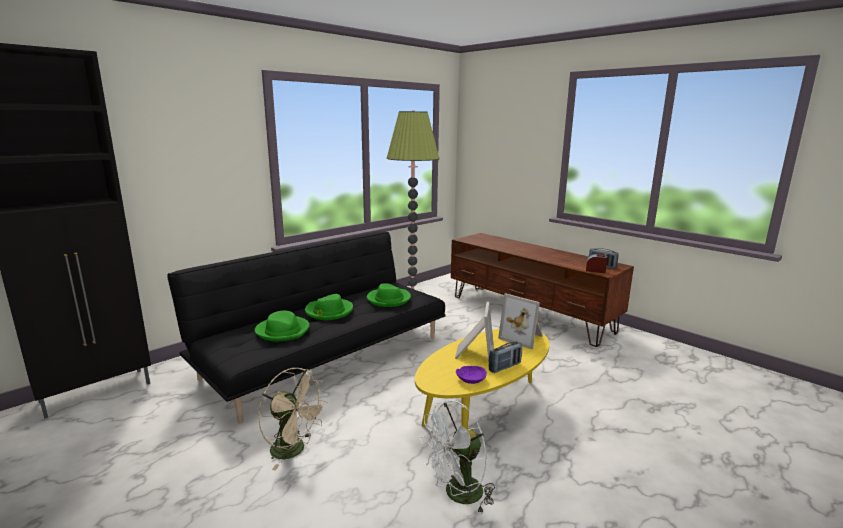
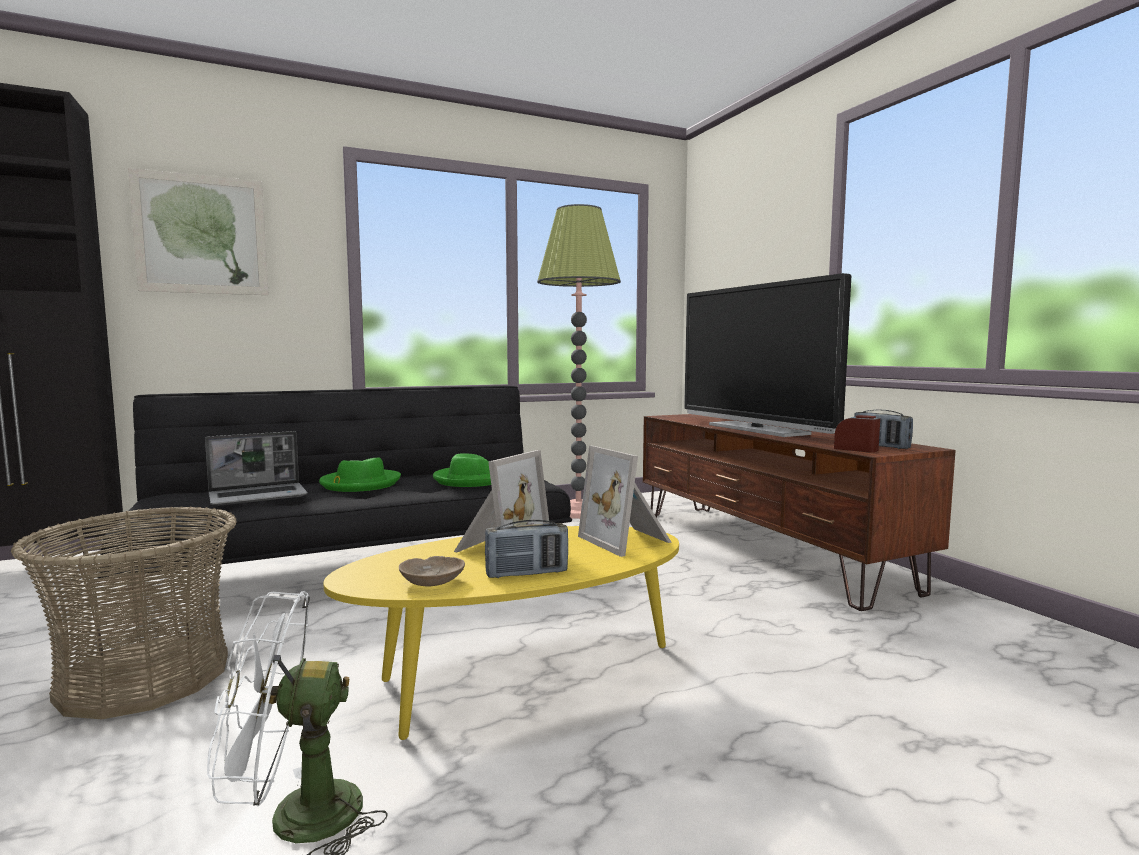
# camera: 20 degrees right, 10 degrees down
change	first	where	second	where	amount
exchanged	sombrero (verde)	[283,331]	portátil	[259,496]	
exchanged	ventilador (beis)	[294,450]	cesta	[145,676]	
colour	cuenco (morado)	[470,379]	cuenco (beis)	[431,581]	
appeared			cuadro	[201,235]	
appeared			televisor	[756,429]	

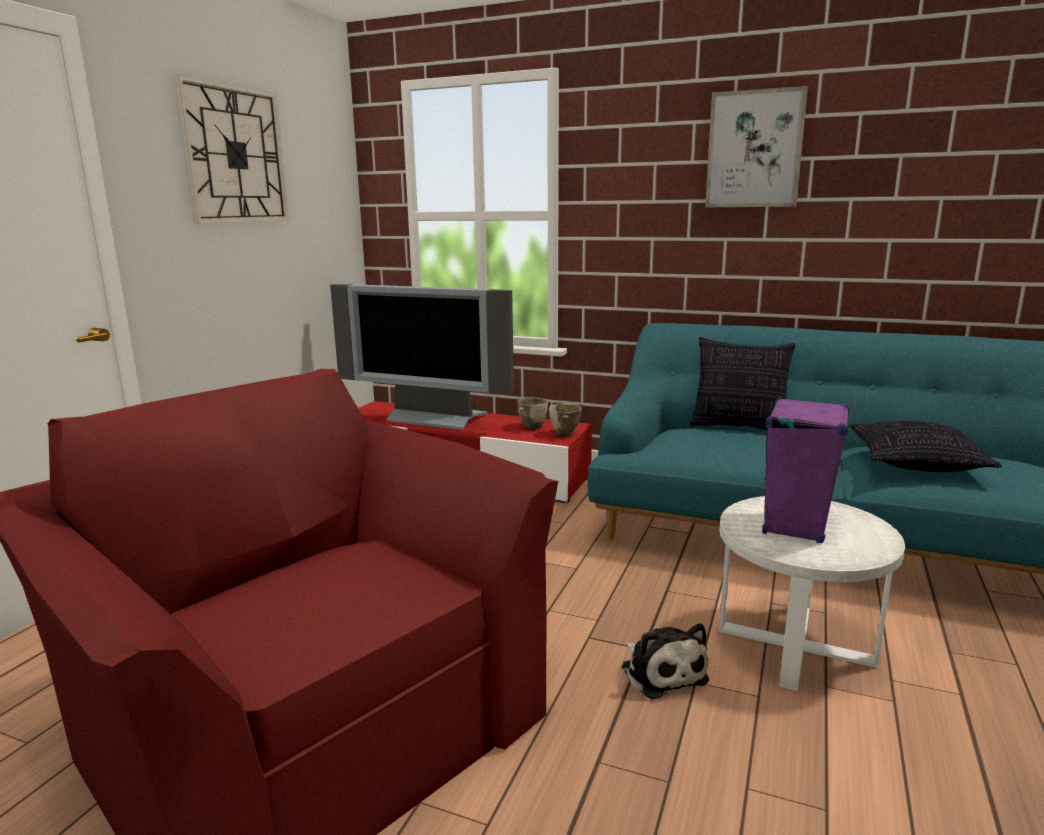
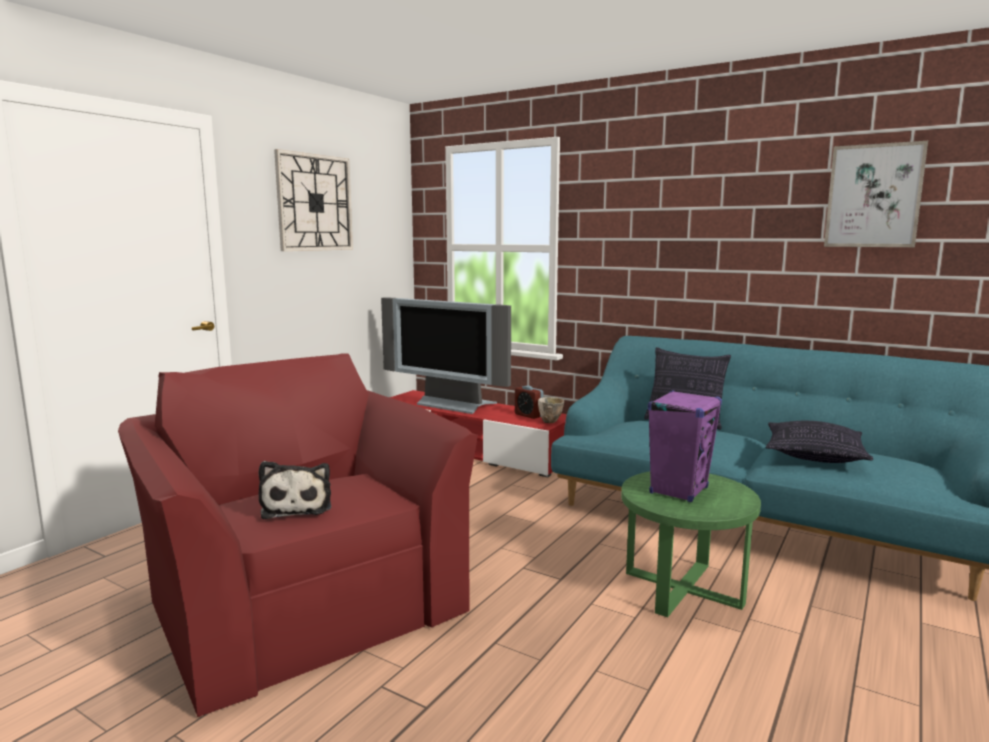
# camera: 10 degrees right, 5 degrees down
change	first	where	second	where	amount
exchanged	cuenco	[533,427]	despertador	[528,415]	
relocated	peluche	[661,672]		[297,506]	
relocated	cuadro	[754,149]		[873,196]	
colour	mesa auxiliar (blanco)	[795,644]	mesa auxiliar (verde)	[683,588]	

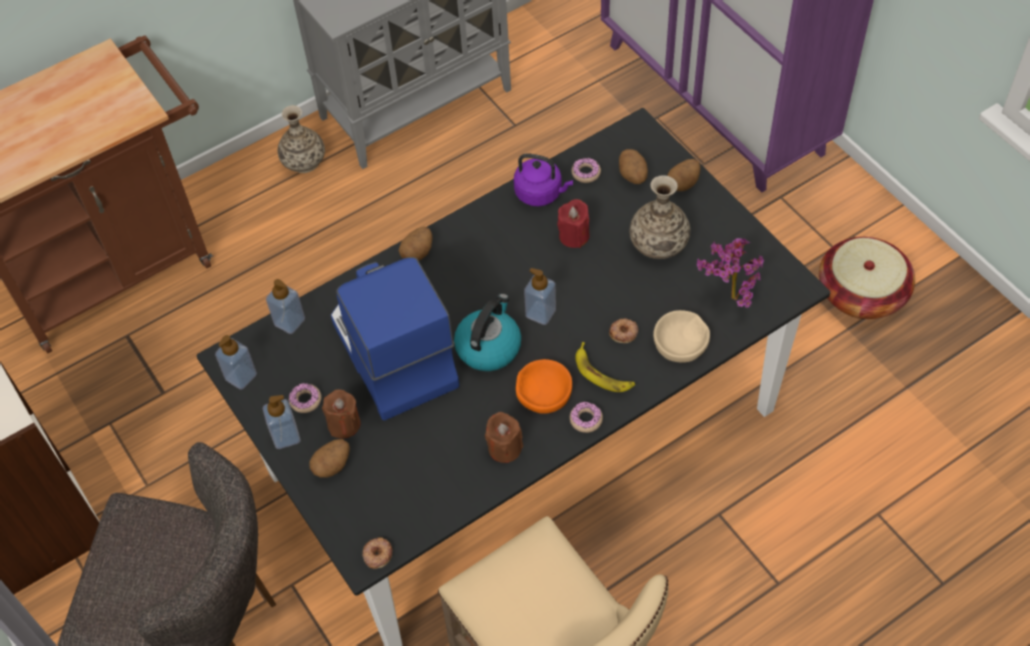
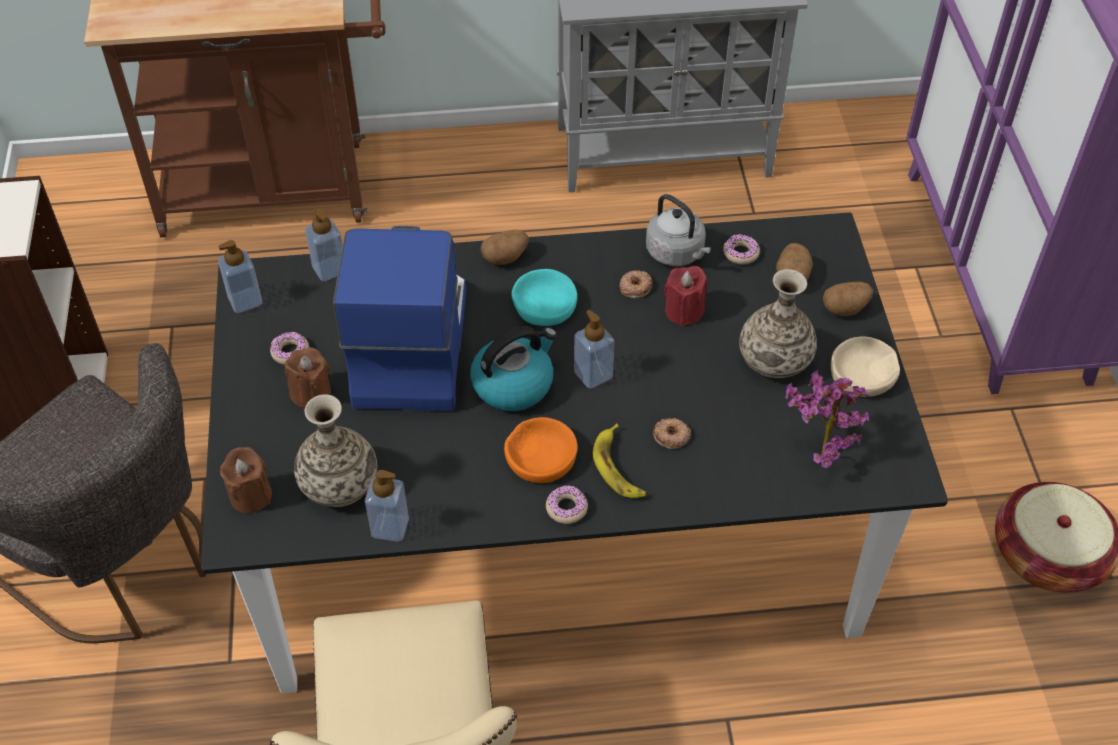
# camera: 25 degrees right, 5 degrees down
change	first	where	second	where	amount
relocated	dispensador de jabón	[286,436]		[390,527]	
relocated	florero	[304,161]		[339,484]	
missing	patata	[332,465]			
relocated	rosquilla	[377,554]		[635,286]	
relocated	vela (marrón)	[504,448]		[250,496]	
colour	hervidor (morado)	[541,193]	hervidor (gris)	[677,253]	
relocated	cuenco (beis)	[681,341]		[863,374]	
appeared			cuenco (turquesa)	[544,305]	

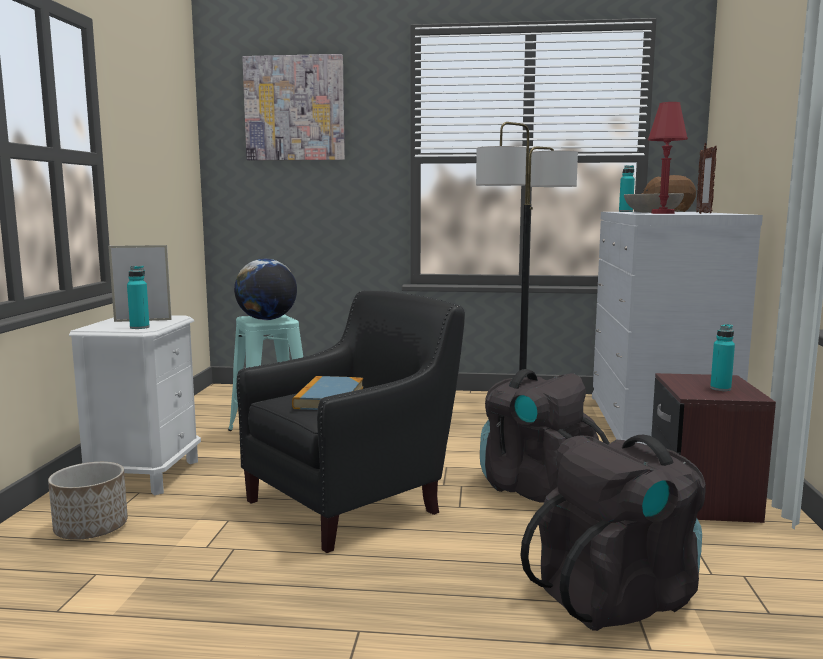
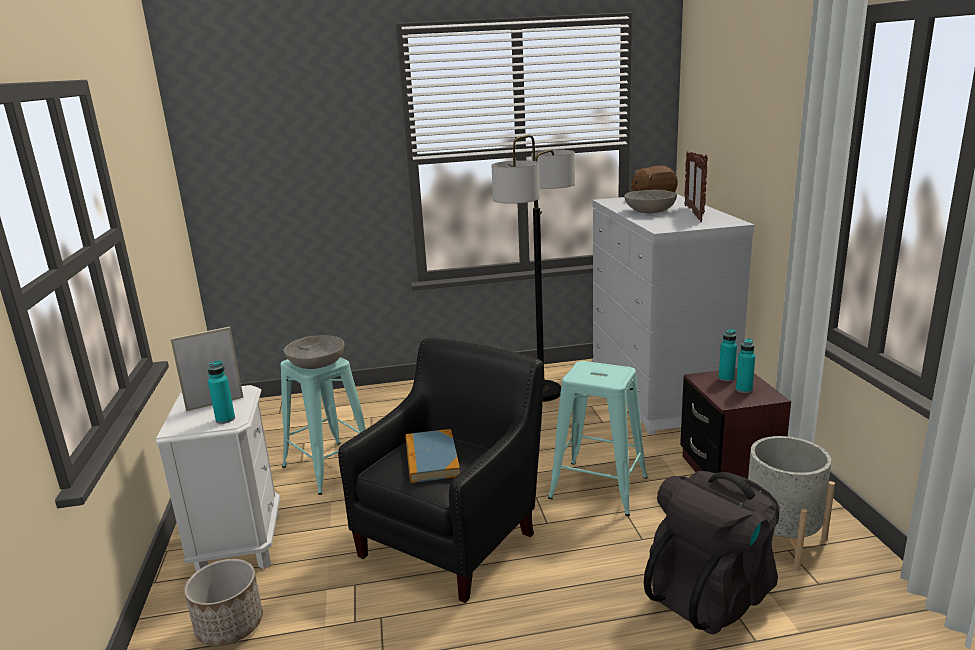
# camera: 15 degrees left, 10 degrees up
change	first	where	second	where	amount
exchanged	globo terráqueo	[266,319]	cuenco (gris)	[316,363]	
missing	cuadro	[294,108]			
exchanged	mochila (negro)	[536,488]	taburete (turquesa)	[598,487]	
relocated	botella (turquesa)	[625,211]		[726,378]	
missing	lámpara de mesa (rojo)	[662,213]			
appeared			maceta (gris)	[780,540]	

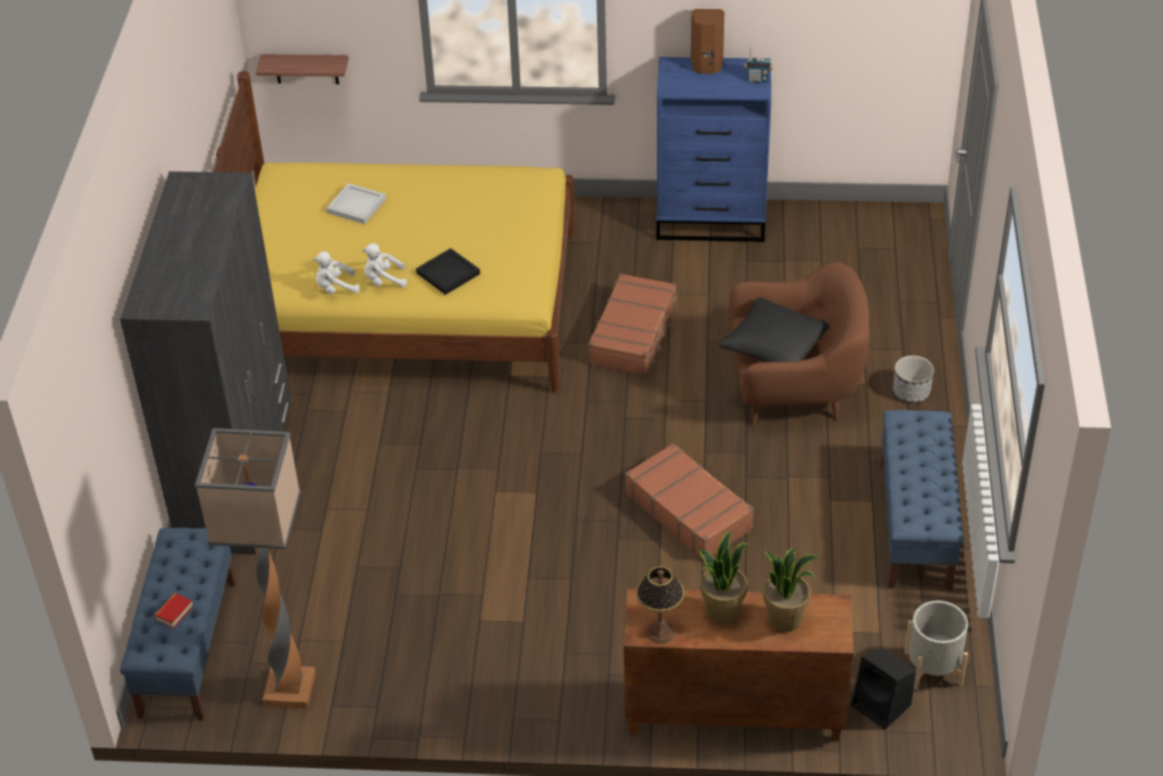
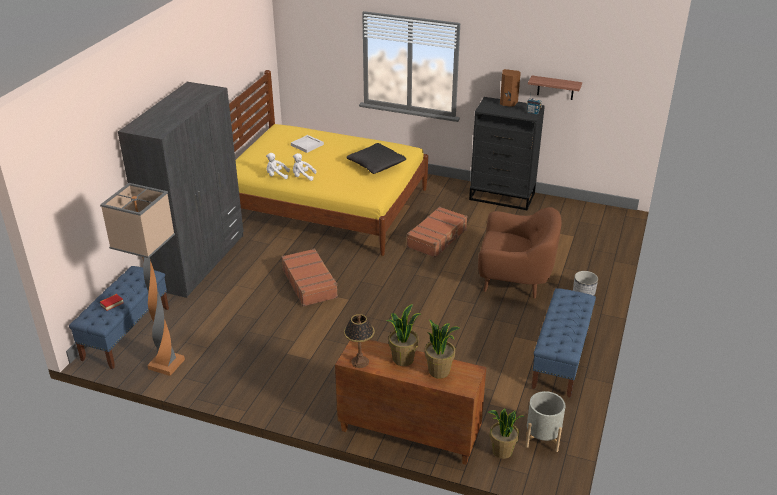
# camera: 15 degrees right, 10 degrees down
change	first	where	second	where	amount
relocated	estante	[306,69]		[555,88]	
missing	bandeja (negro)	[447,273]			
relocated	maleta (marrón)	[688,511]		[310,283]	
colour	cómoda (azul)	[712,221]	cómoda (negro)	[502,197]	
relocated	cojín (negro)	[773,347]		[376,165]	
exchanged	altavoz (negro)	[882,706]	planta en maceta	[502,451]	

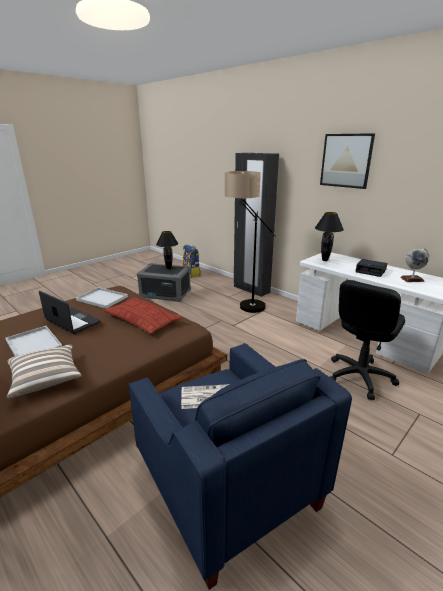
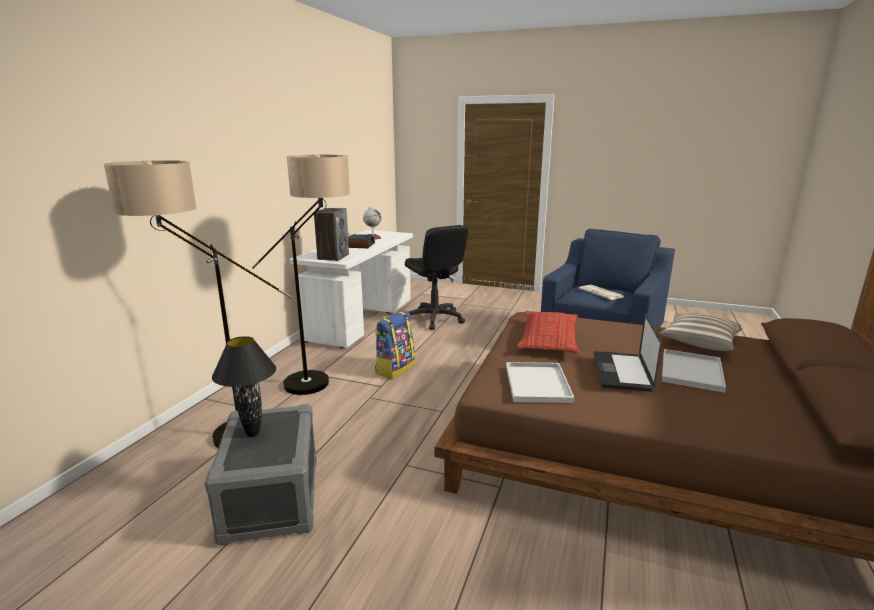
# camera: 115 degrees left, 5 degrees down
change	first	where	second	where	amount
relocated	mochila	[192,274]		[395,369]	
missing	armario ropero (negro)	[251,289]			
exchanged	lámpara de mesa (negro)	[325,260]	altavoz	[333,257]	
missing	cuadro	[346,161]			
spun	silla de oficina (negro)	[359,377]		[434,319]	45 degrees clockwise
appeared			lámpara de pie	[218,440]	

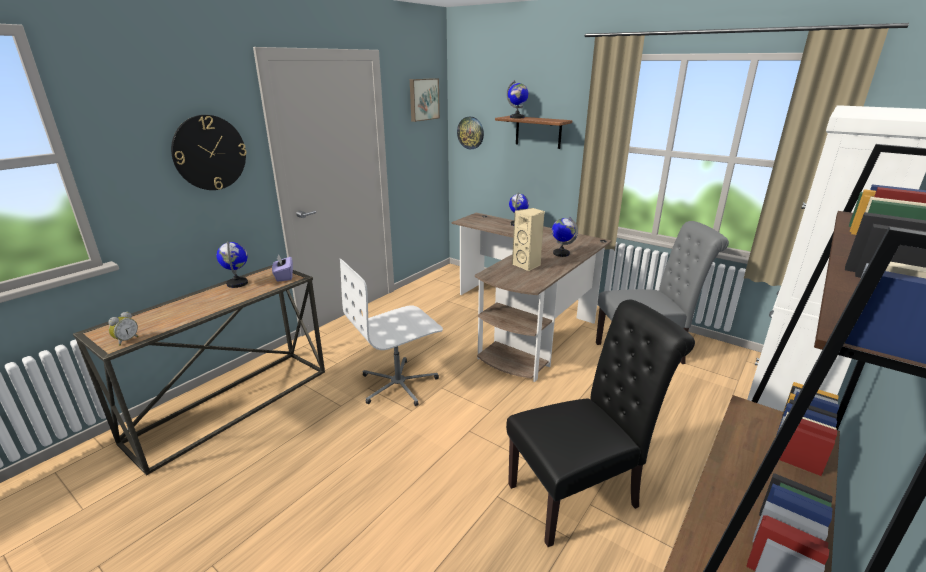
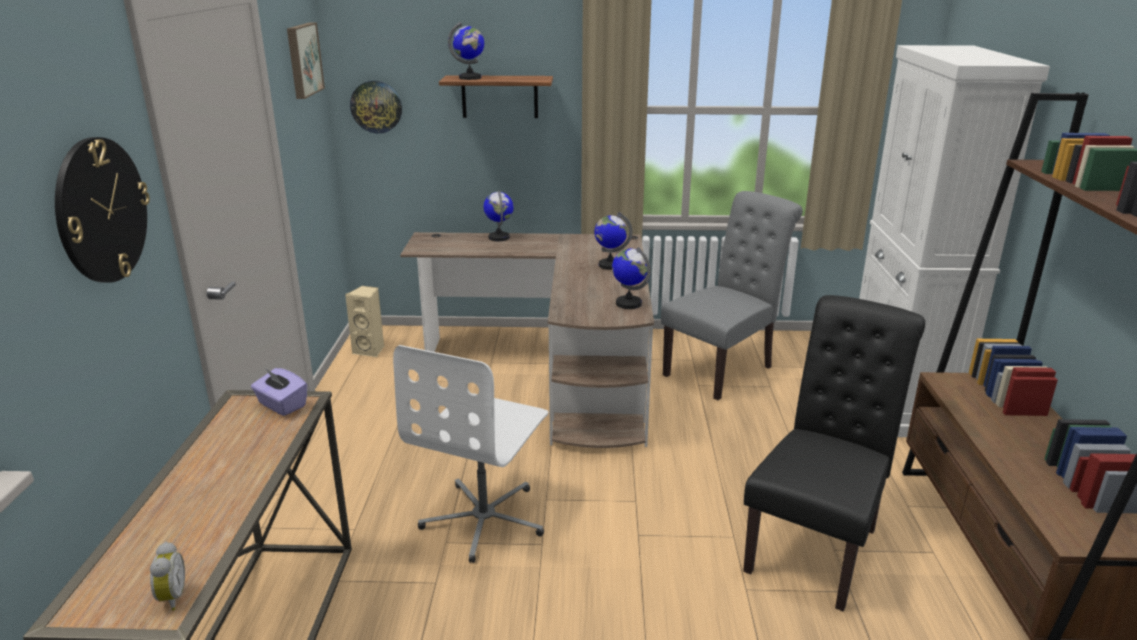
# camera: 35 degrees left, 0 degrees up
change	first	where	second	where	amount
relocated	globo terráqueo	[237,283]		[628,303]	
relocated	altavoz (beis)	[527,265]		[370,350]	

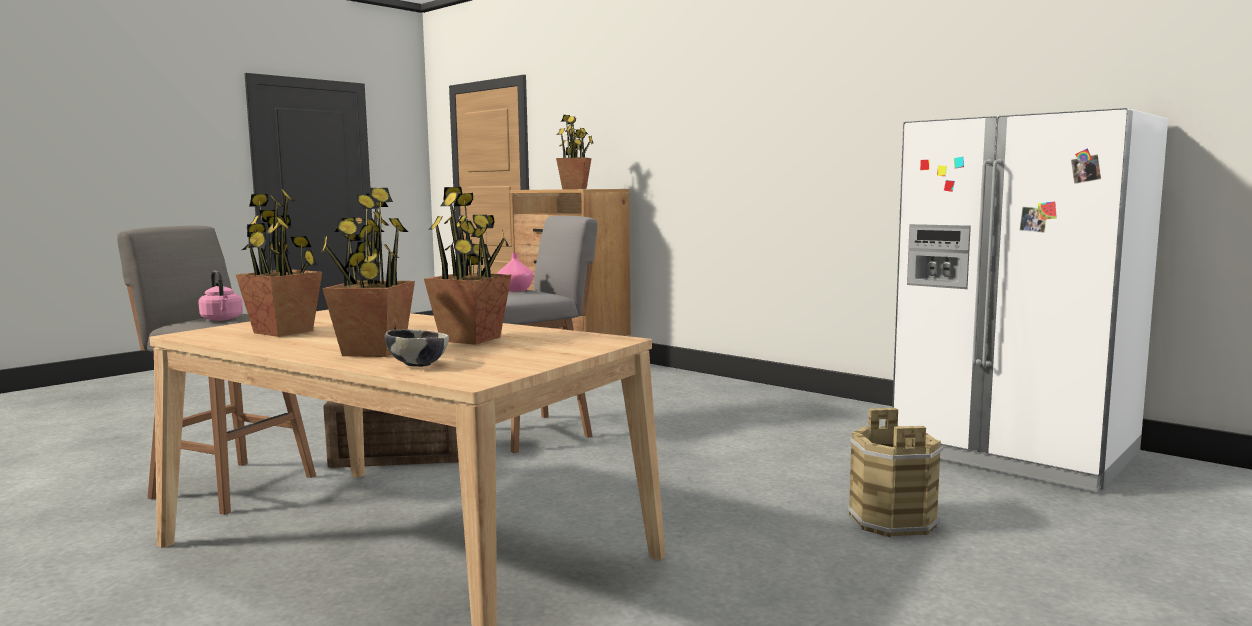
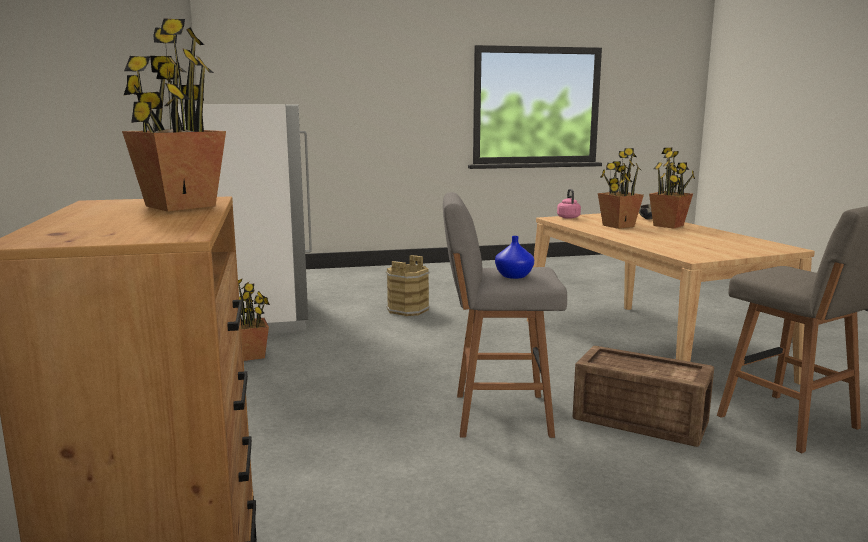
# camera: 145 degrees left, 5 degrees up
change	first	where	second	where	amount
relocated	hervidor (rosa)	[222,319]		[568,217]	
relocated	planta en maceta	[284,332]		[251,355]	
colour	florero (rosa)	[515,290]	florero (azul)	[514,276]	

